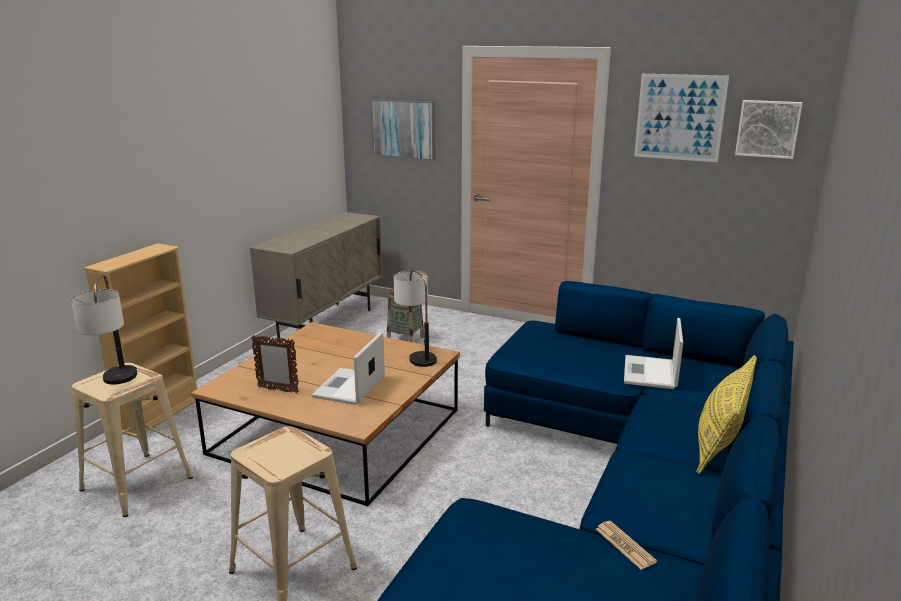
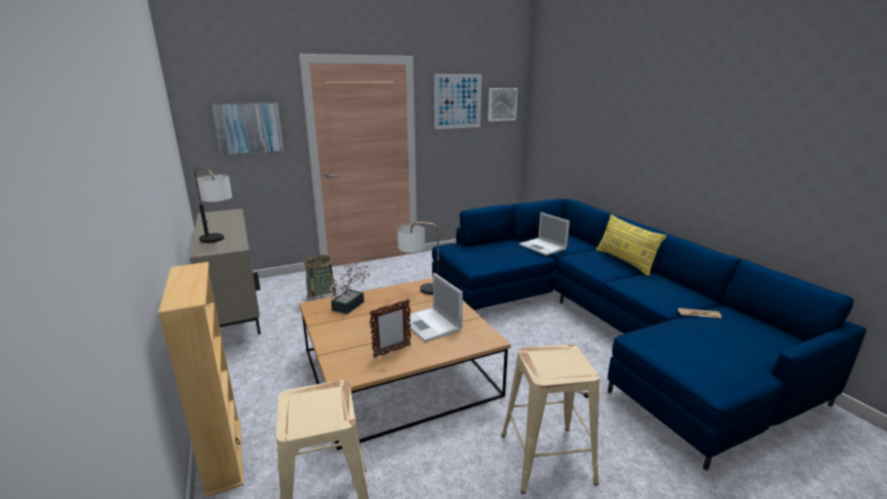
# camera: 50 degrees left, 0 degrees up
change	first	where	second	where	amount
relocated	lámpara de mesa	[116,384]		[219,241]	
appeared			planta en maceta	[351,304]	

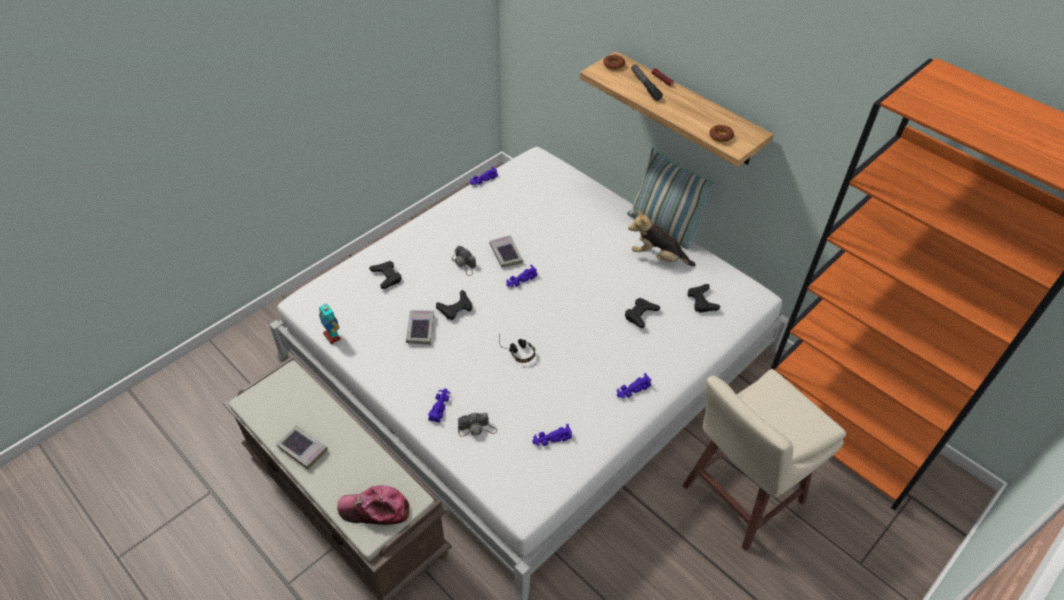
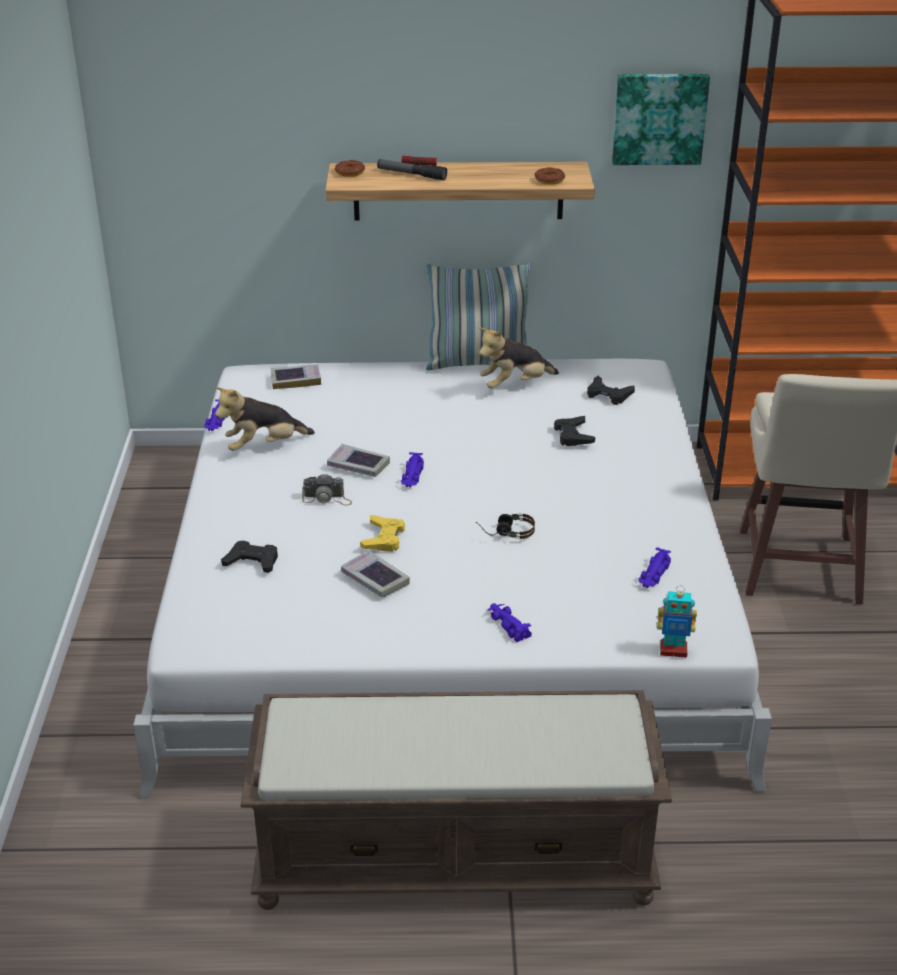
# camera: 45 degrees left, 15 degrees down
change	first	where	second	where	amount
relocated	libro	[303,449]		[296,380]	
relocated	robot de juguete	[332,336]		[673,650]	
missing	gorra	[375,510]			
colour	mando de consola (negro)	[455,308]	mando de consola (amarillo)	[383,538]	
missing	cámara	[477,429]			
missing	coche de juguete (morado)	[632,390]			
appeared			peluche	[264,446]	
appeared			cuadro	[659,118]	

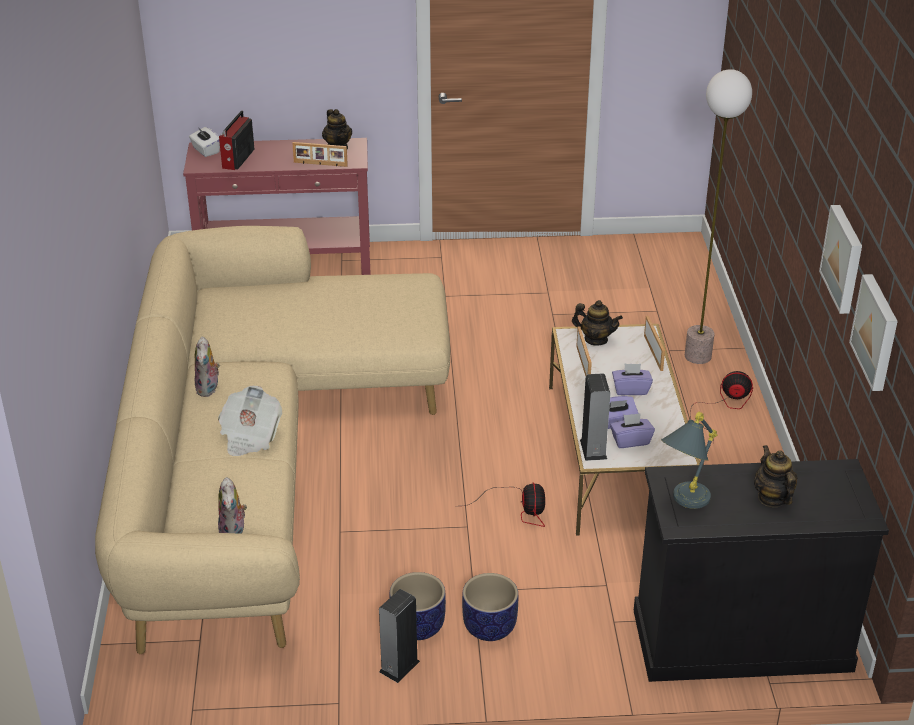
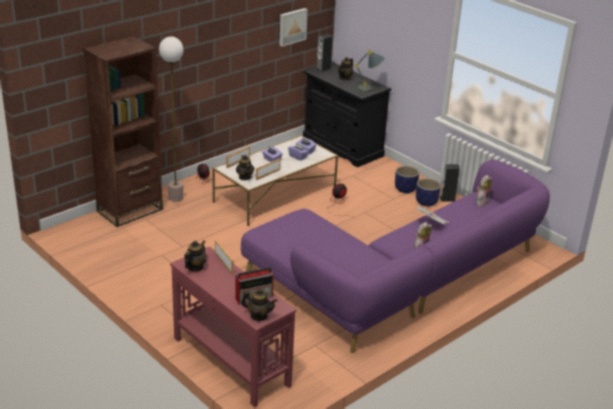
# camera: 130 degrees left, 5 degrees down
change	first	where	second	where	amount
colour	sofá (beis)	[260,454]	sofá (morado)	[396,280]	
exchanged	caja de pañuelos (blanco)	[205,150]	tetera	[258,316]	
relocated	altavoz	[593,449]		[323,69]	
missing	cuadro	[844,258]			
appeared			estantería (marrón)	[130,210]	

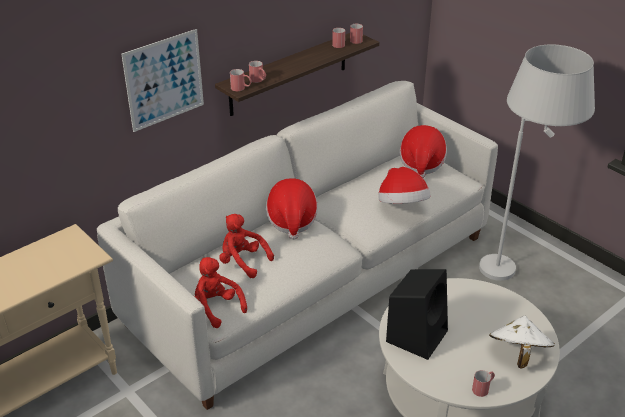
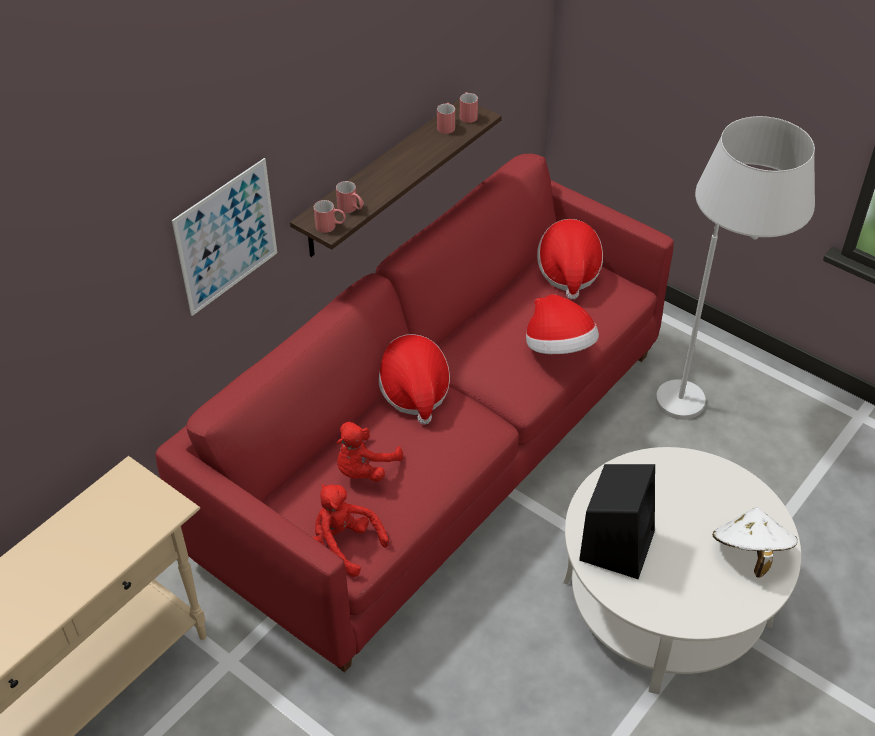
# camera: 10 degrees left, 10 degrees up
change	first	where	second	where	amount
colour	sofá (blanco)	[312,278]	sofá (rojo)	[437,451]	
spun	peluche (rojo)	[242,262]		[364,469]	75 degrees counterclockwise
missing	taza grande (rojo)	[483,388]			

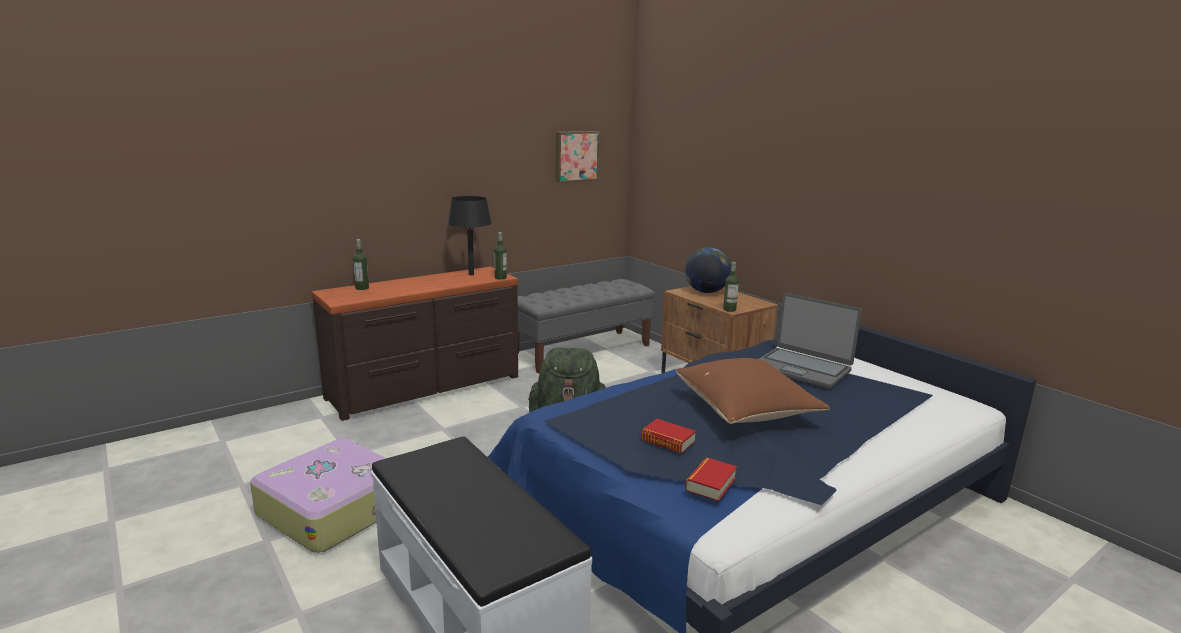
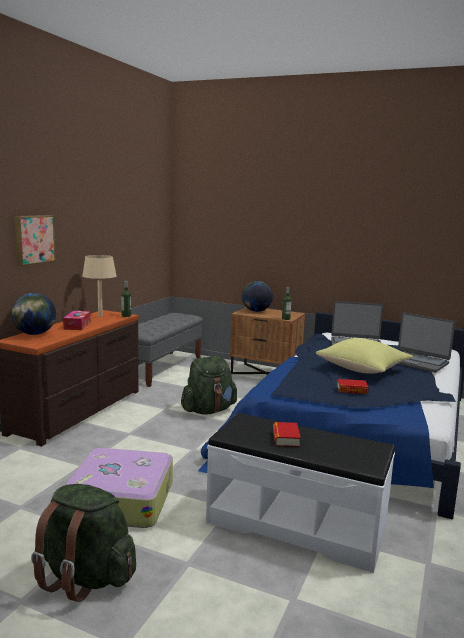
# camera: 30 degrees left, 5 degrees down
change	first	where	second	where	amount
exchanged	botella	[362,288]	globo terráqueo	[34,334]	
colour	lámpara de mesa (negro)	[471,274]	lámpara de mesa (beis)	[100,316]	
relocated	cuadro	[575,156]		[33,239]	
colour	cojín (marrón)	[747,412]	cojín (amarillo)	[364,370]	
relocated	libro	[710,484]		[286,438]	
appeared			mochila (verde)	[86,577]	
appeared			caja de pañuelos	[77,325]	
appeared			portátil	[416,362]	

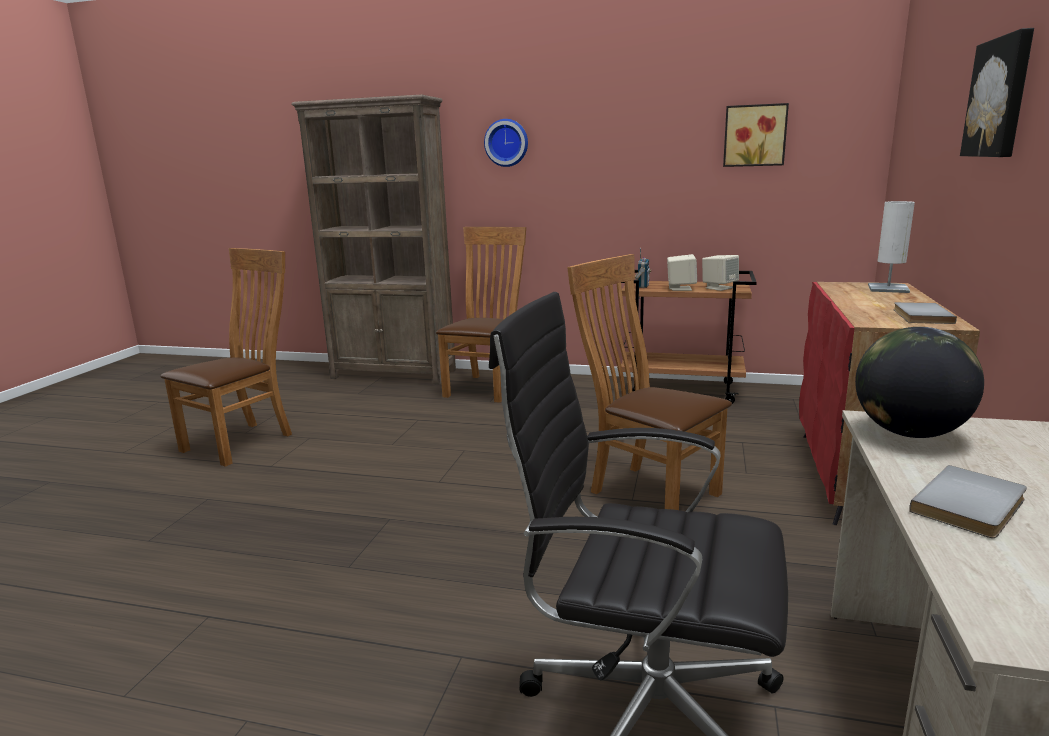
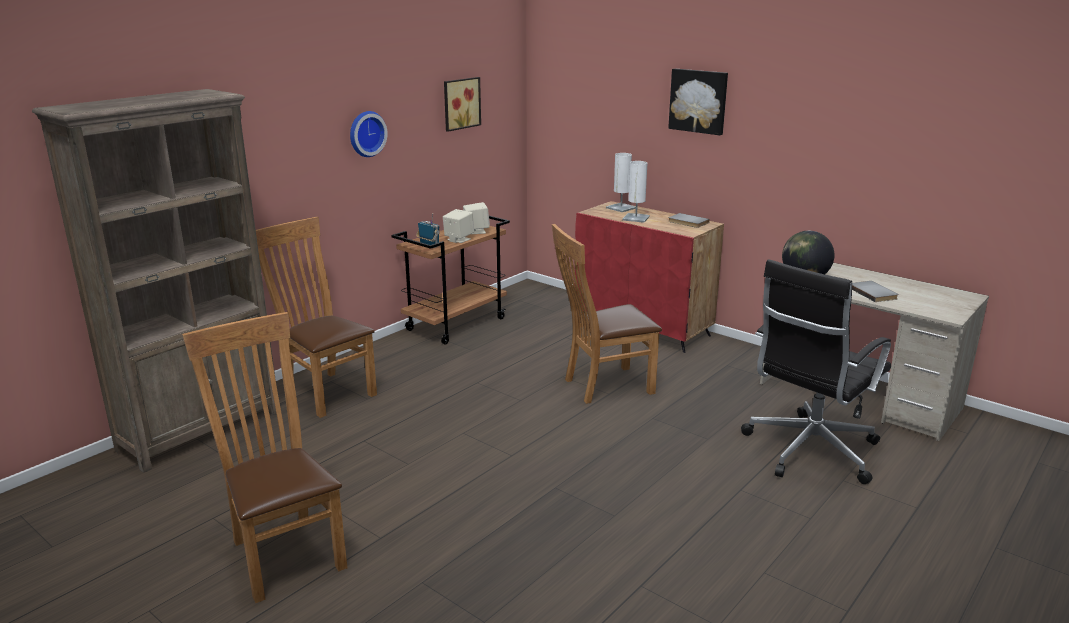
# camera: 65 degrees left, 5 degrees up
change	first	where	second	where	amount
relocated	reloj de pared	[507,143]		[365,133]	
appeared			lámpara de mesa (blanco)	[636,218]	

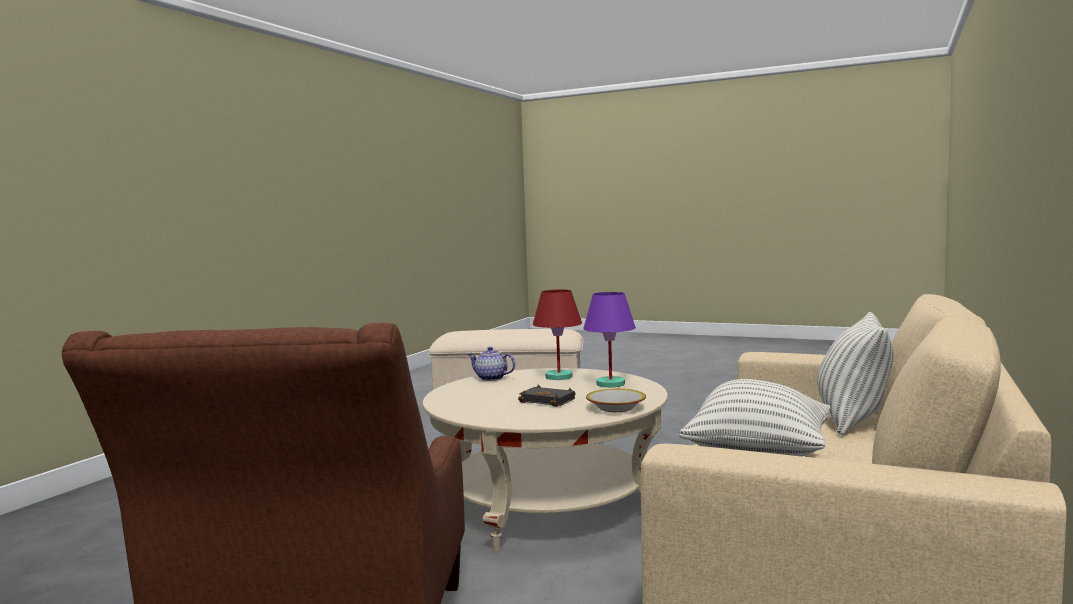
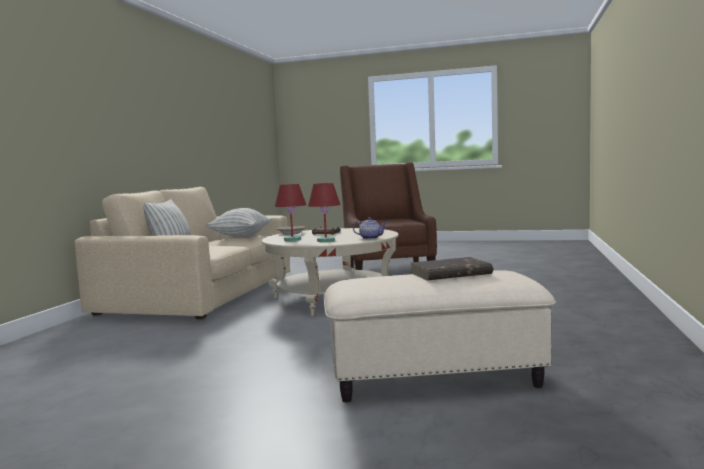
# camera: 170 degrees right, 0 degrees up
change	first	where	second	where	amount
colour	lámpara de mesa (morado)	[610,384]	lámpara de mesa (rojo)	[292,239]	
appeared			libro (marrón)	[450,273]	

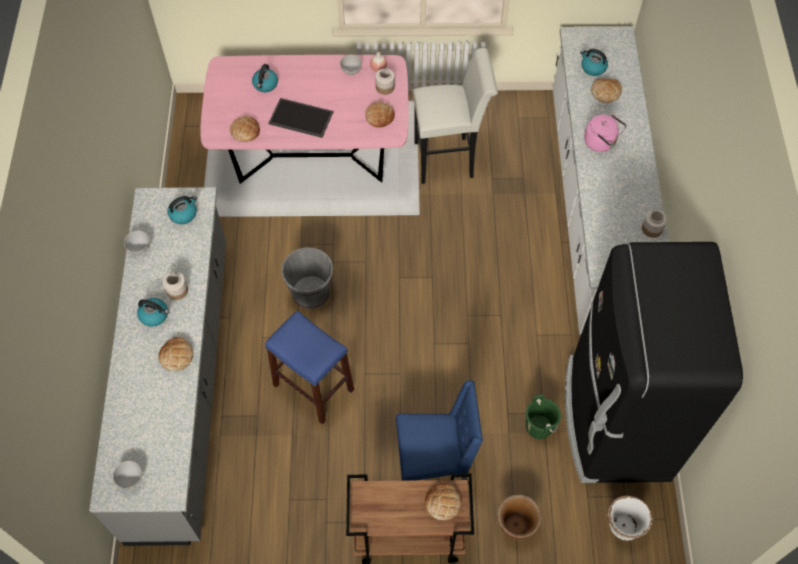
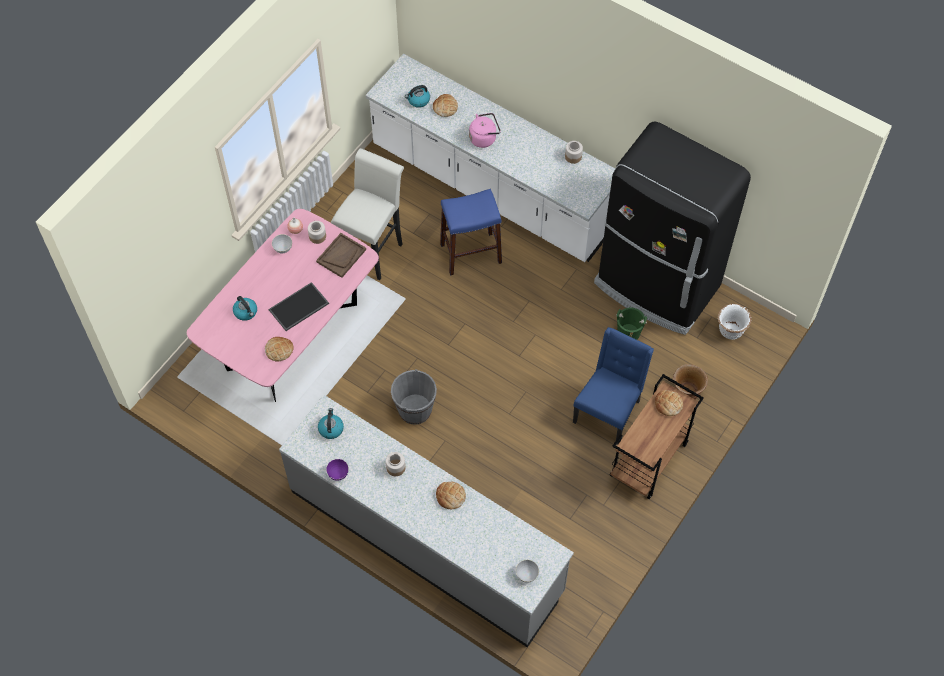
# camera: 55 degrees left, 0 degrees up
change	first	where	second	where	amount
colour	cuenco (gris)	[139,248]	cuenco (morado)	[338,474]	
missing	hervidor	[155,315]			
relocated	taburete (azul)	[313,387]		[470,253]	
exchanged	pan	[379,116]	bandeja (marrón)	[341,256]	

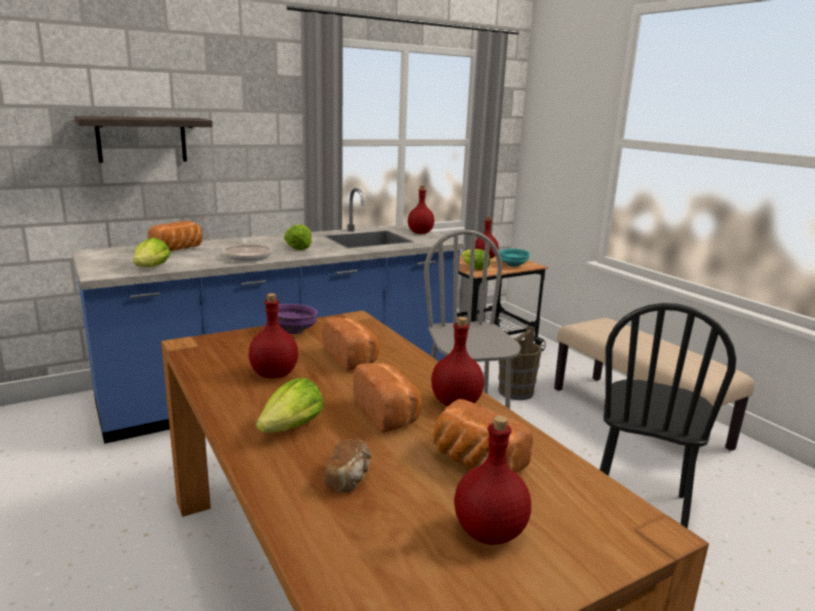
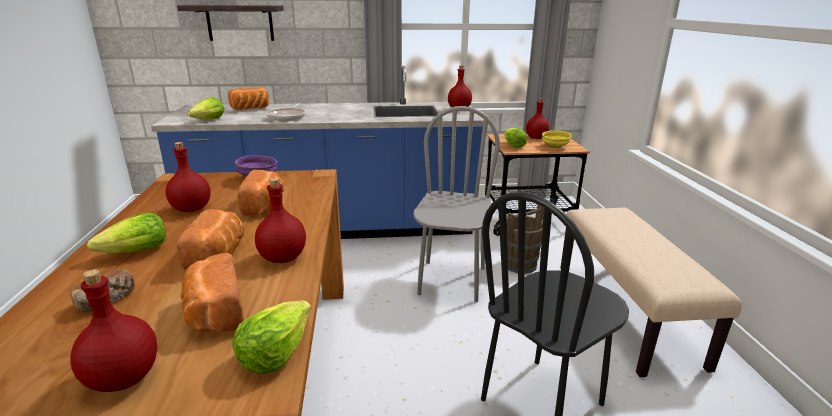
# camera: 25 degrees right, 5 degrees up
change	first	where	second	where	amount
relocated	lechuga	[299,247]		[275,353]	
colour	cuenco (turquesa)	[513,265]	cuenco (amarillo)	[554,147]	

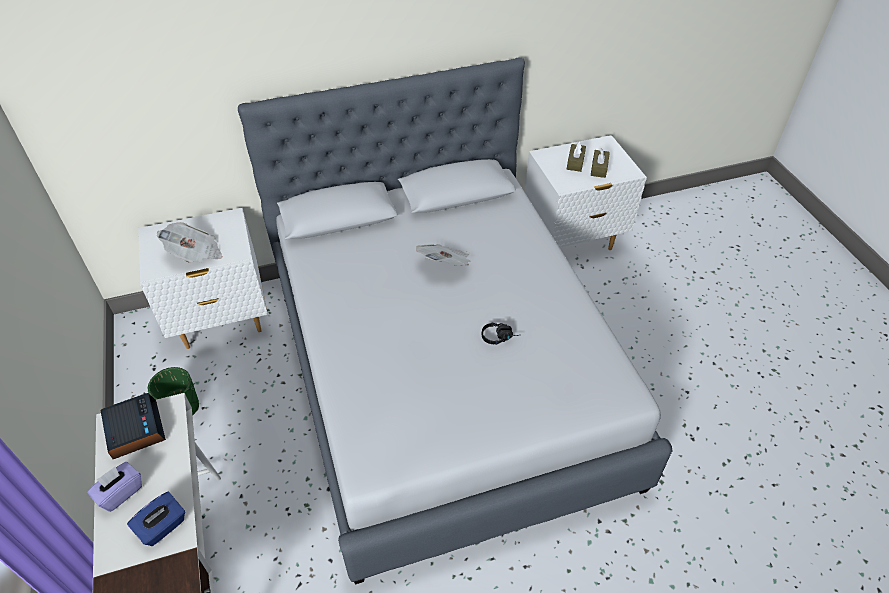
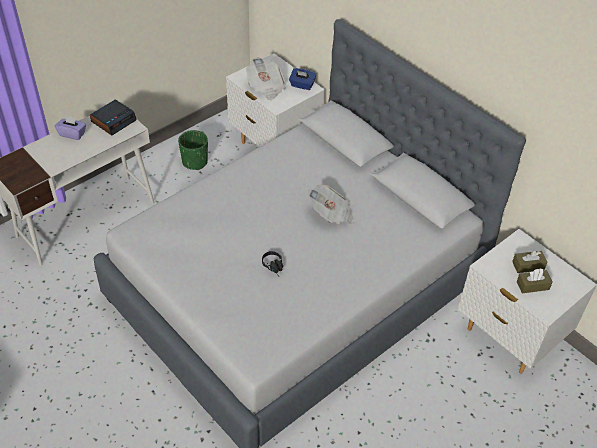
# camera: 65 degrees right, 0 degrees up
change	first	where	second	where	amount
relocated	caja de pañuelos (azul)	[163,527]		[302,85]	

